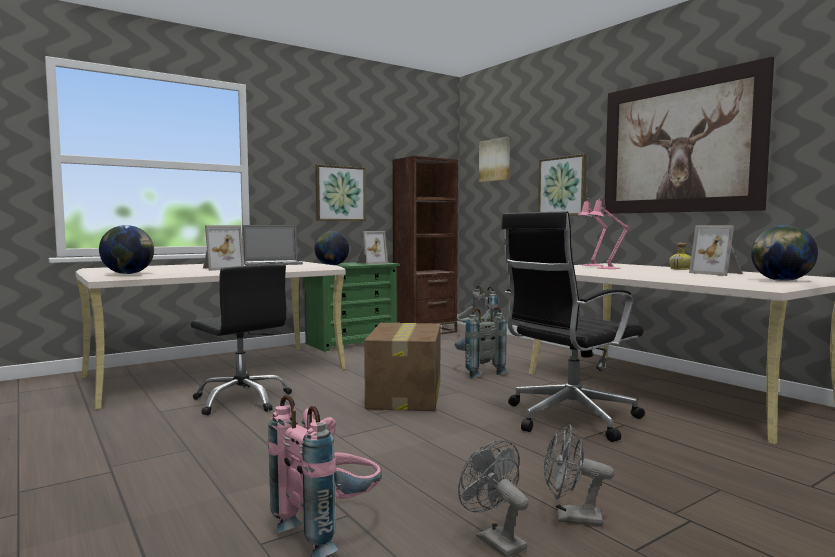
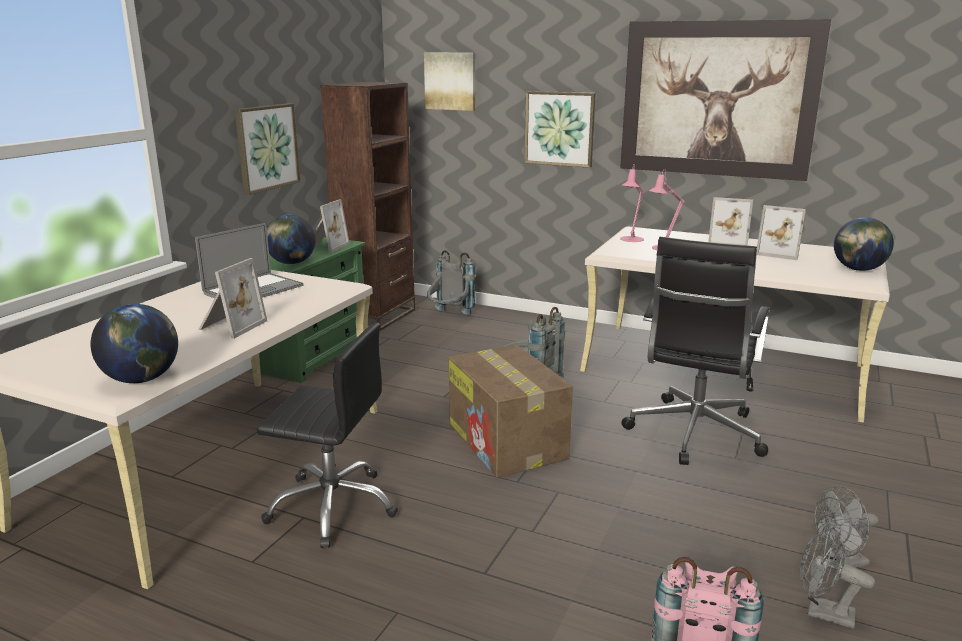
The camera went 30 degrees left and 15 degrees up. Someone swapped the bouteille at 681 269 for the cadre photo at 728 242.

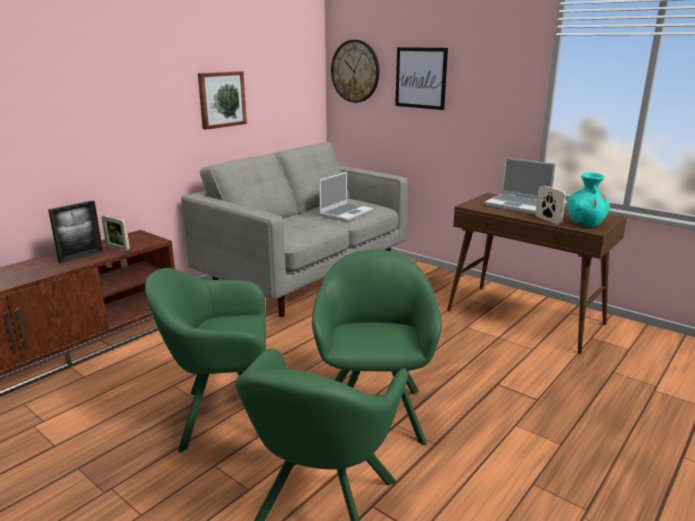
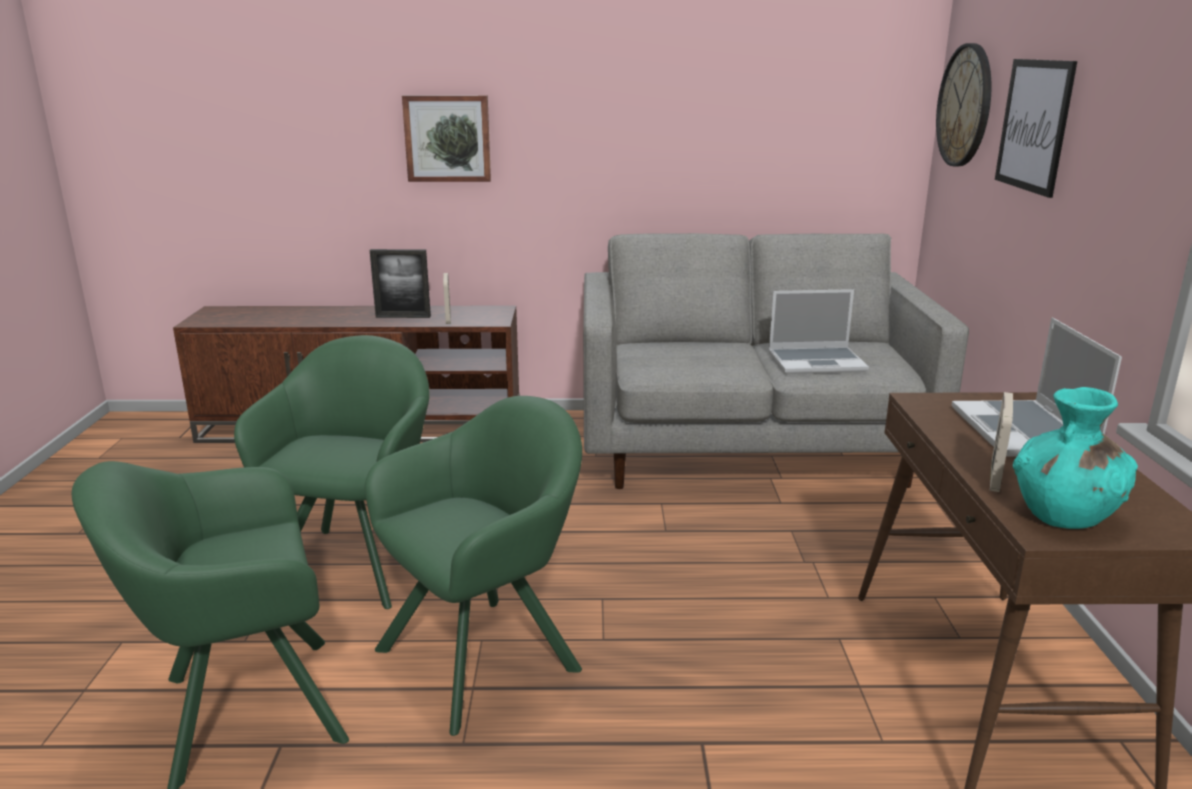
The camera went 50 degrees right and 0 degrees up. Someone carried the tableau from 221 99 to 448 138. Someone rotated the fauteuil [vert] at 222 416 by 60 degrees clockwise.

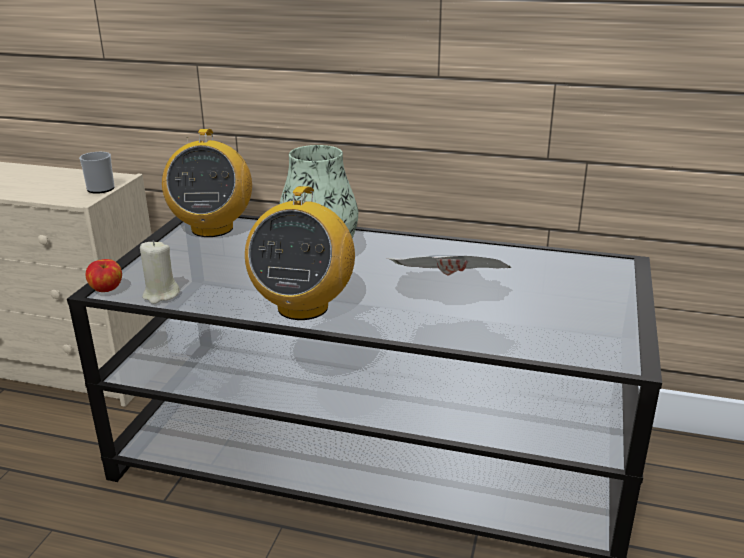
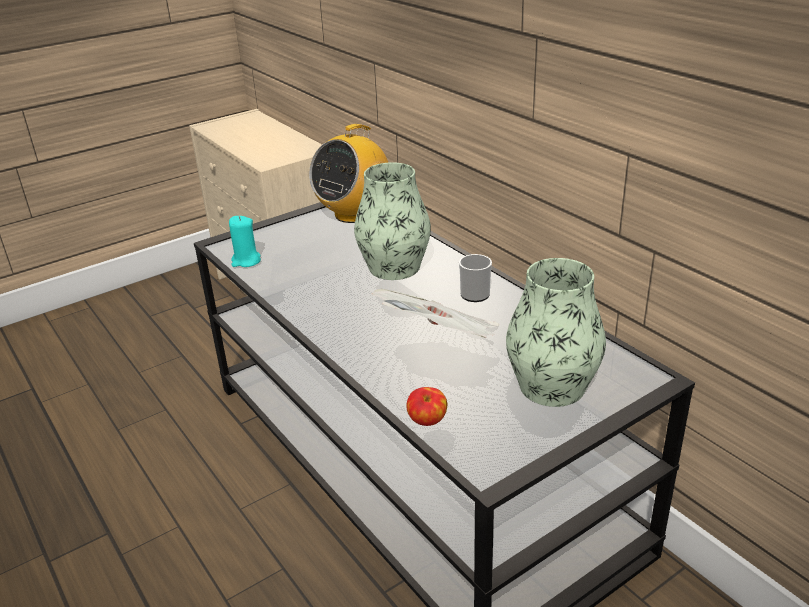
The camera went 40 degrees right and 5 degrees up. Someone carried the mug from 100 187 to 475 292. Someone took away the radio at 303 307. Someone repainted the bougie [beige] at 160 295, which became the bougie [turquoise] at 246 261. Someone carried the pomme from 107 290 to 427 421. Someone put down the vase at 551 386.

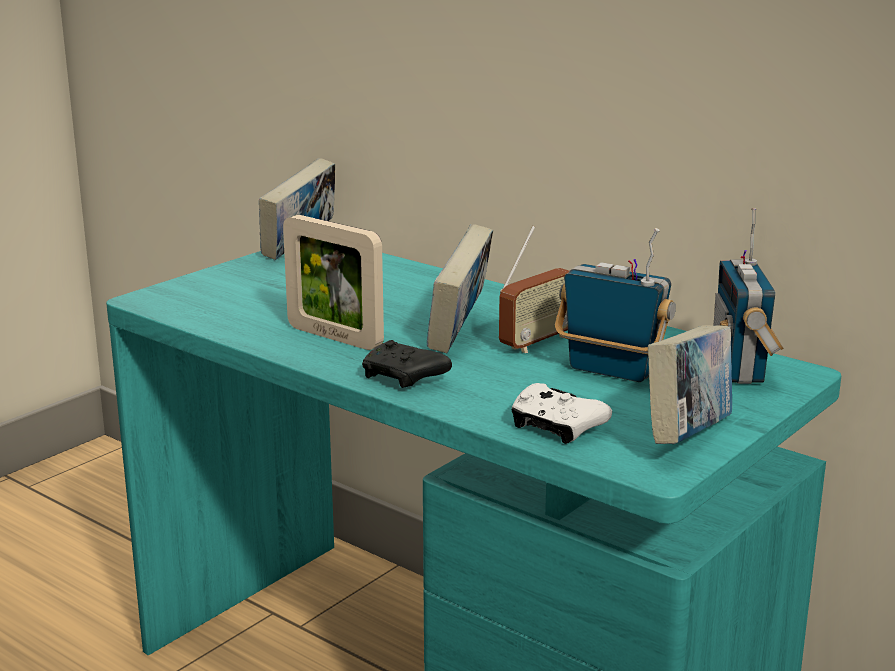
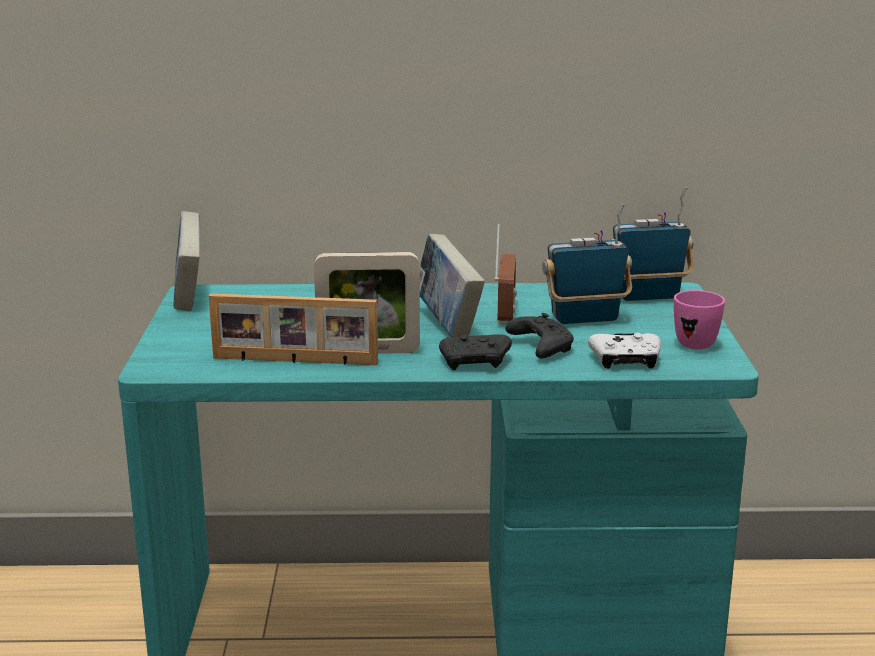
The camera went 40 degrees left and 0 degrees up. Someone rotated the radio at 740 369 by 120 degrees clockwise. Someone swapped the livre at 688 436 for the mug [rose] at 699 342. Someone put down the cadre photo at 294 361. Someone put down the manette [noir] at 540 347.

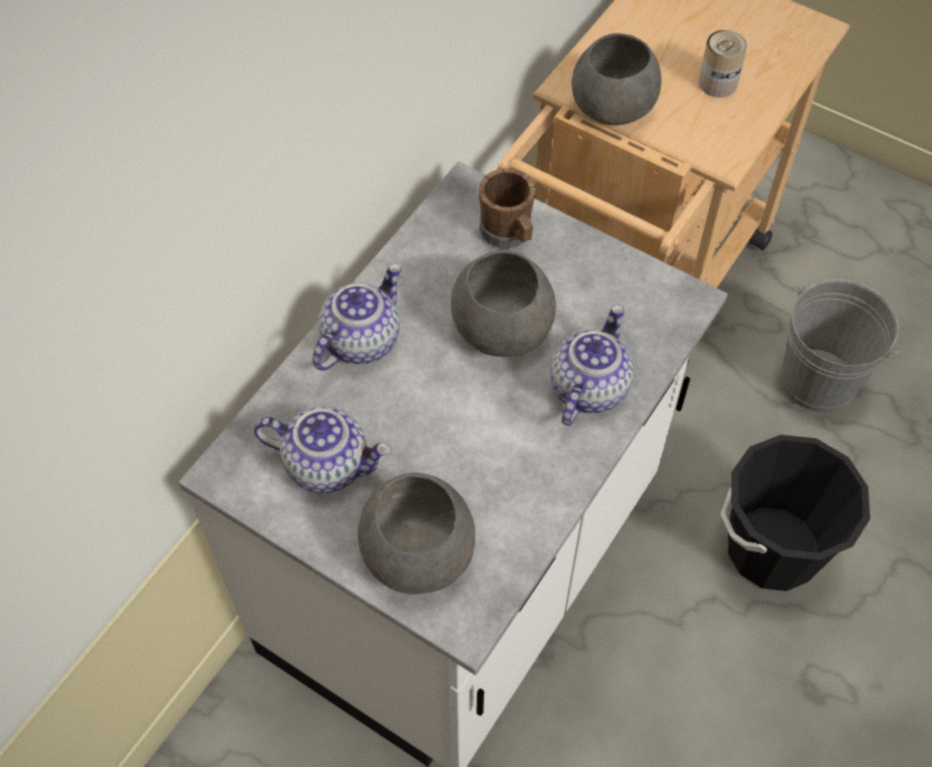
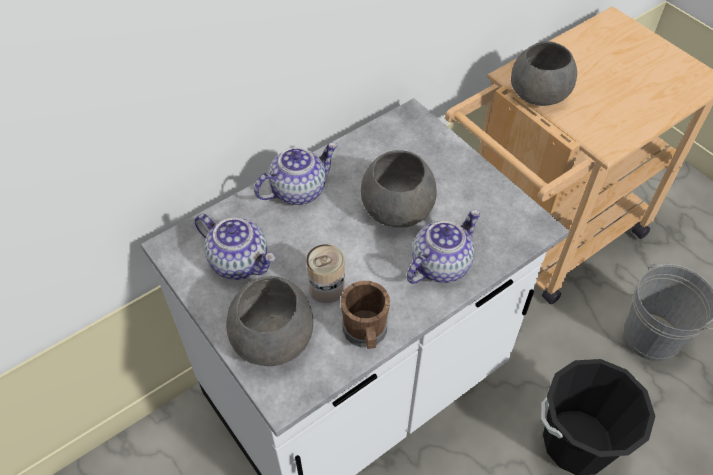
The camera went 20 degrees right and 5 degrees down. Someone carried the boîte métallique from 717 83 to 327 287. Someone carried the mug [marron] from 508 233 to 365 333.

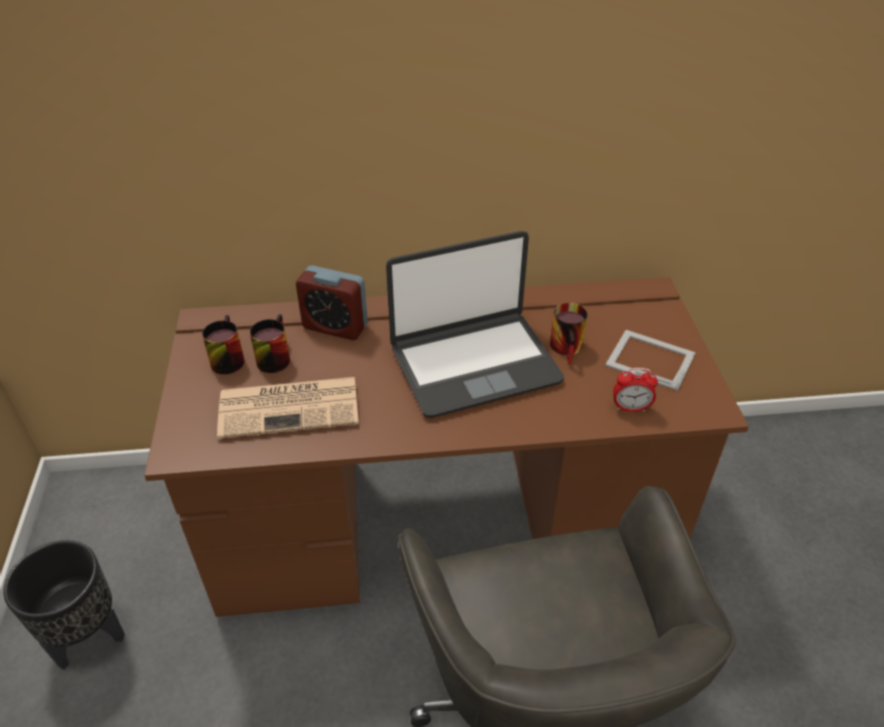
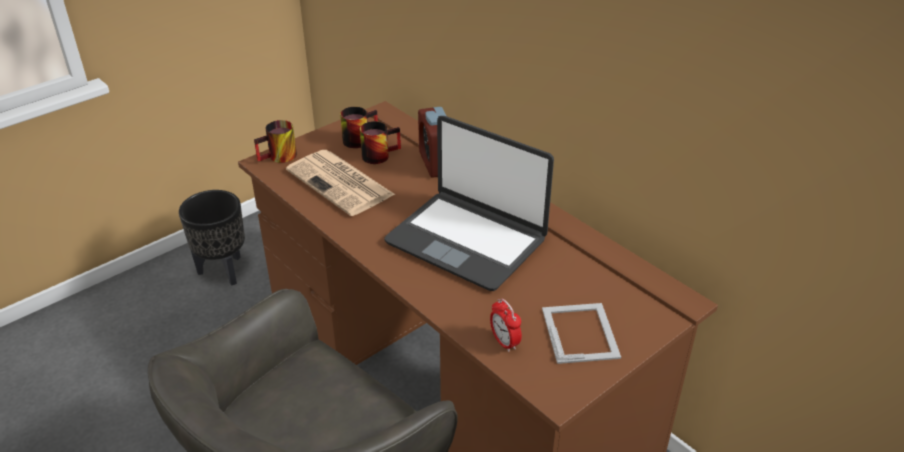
The camera went 55 degrees right and 5 degrees down. Someone carried the mug from 569 348 to 279 158.

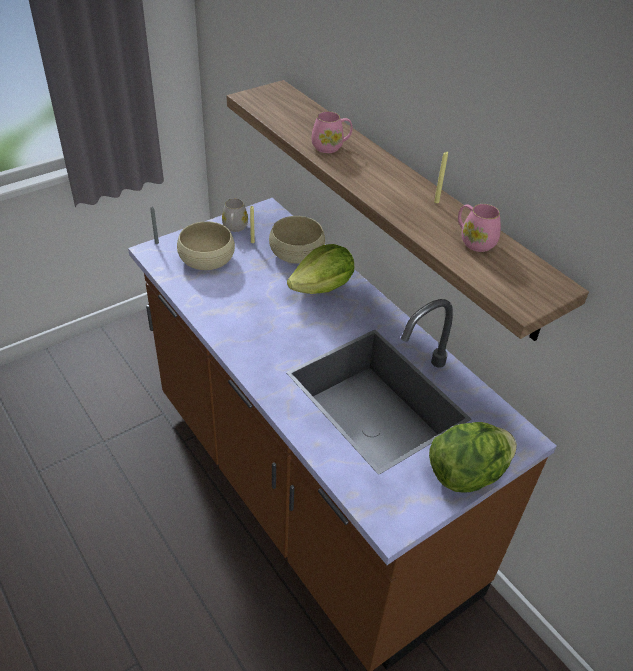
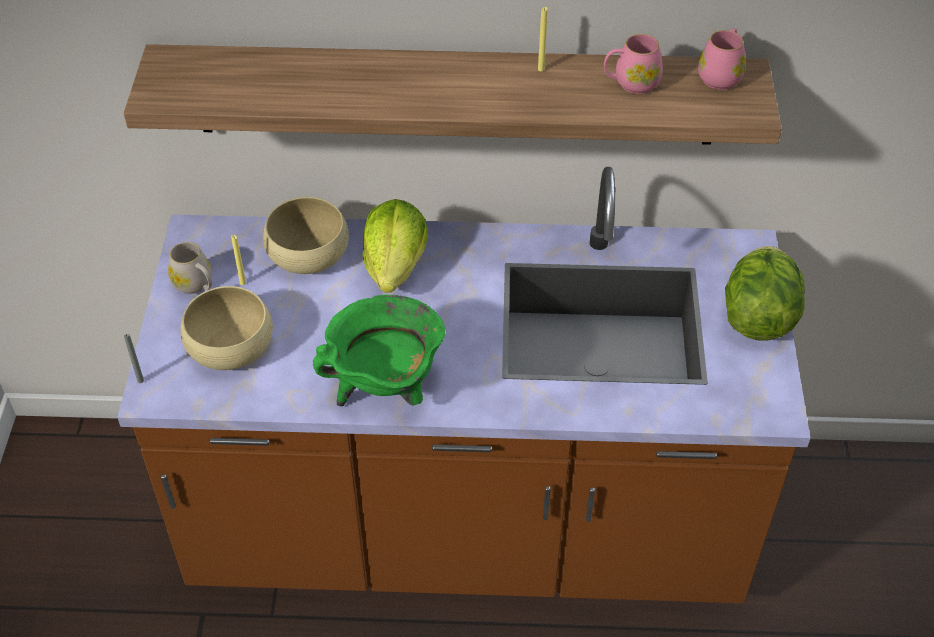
The camera went 50 degrees left and 5 degrees up. Someone carried the mug [rose] from 331 146 to 721 75. Someone put down the marmite [vert] at 386 389.

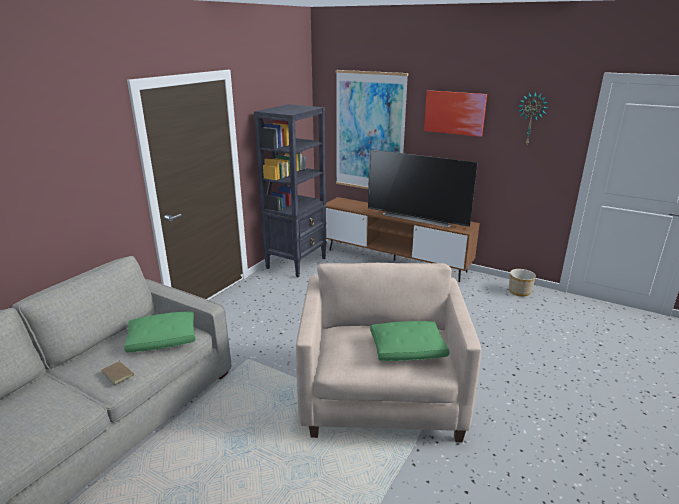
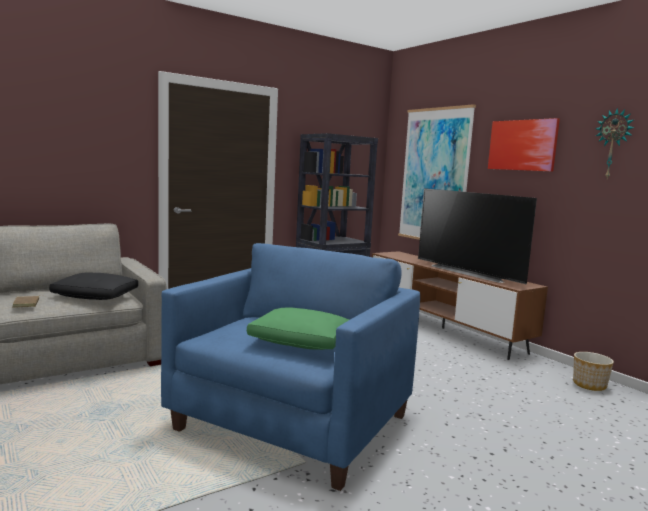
The camera went 25 degrees right and 15 degrees down. Someone repainted the fauteuil [beige] at 381 396, which became the fauteuil [bleu] at 291 422. Someone repainted the coussin [vert] at 163 339, which became the coussin [noir] at 96 297.

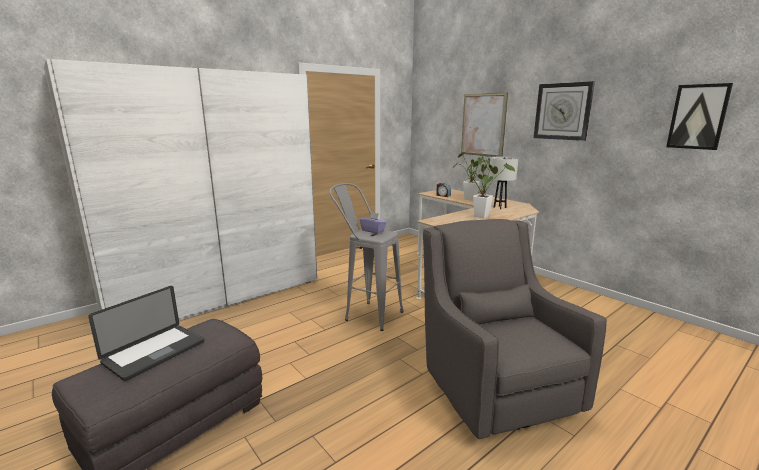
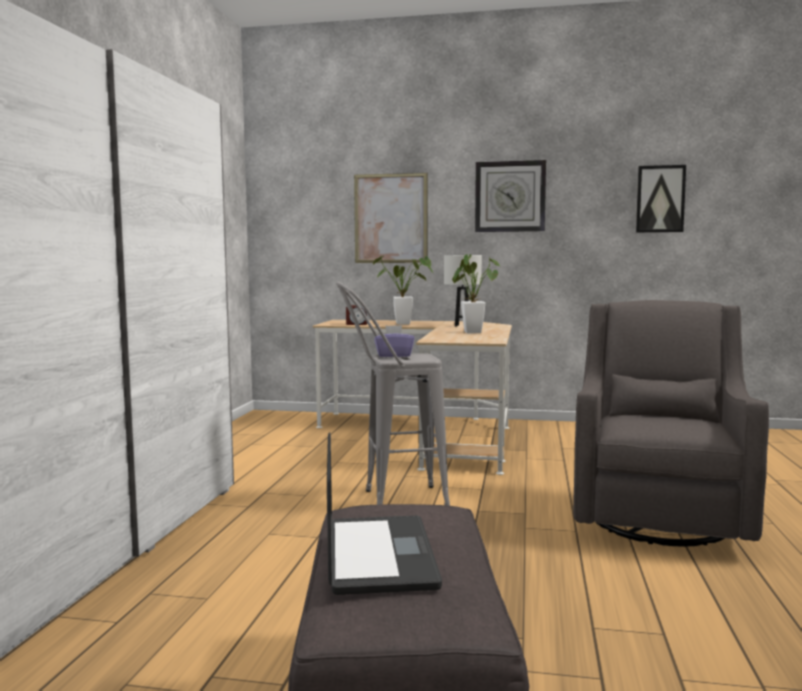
The camera went 40 degrees left and 10 degrees down. Someone rotated the fauteuil [gris] at 492 389 by 75 degrees clockwise.

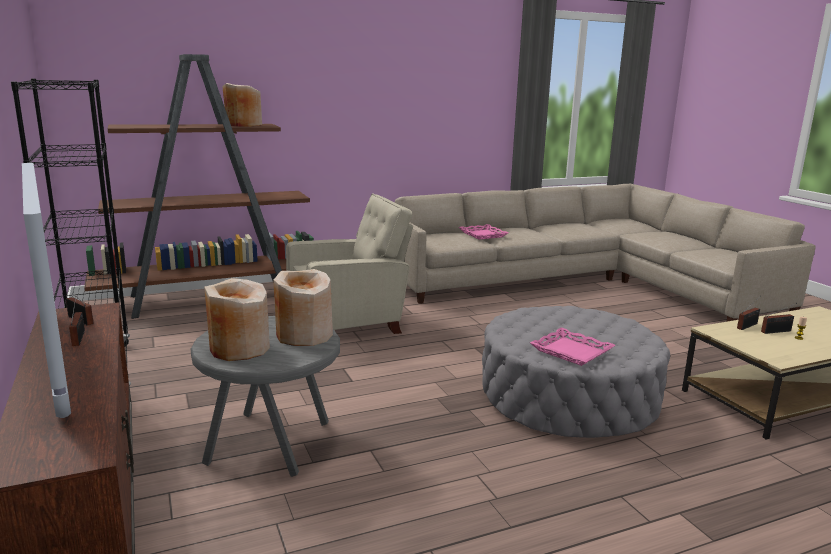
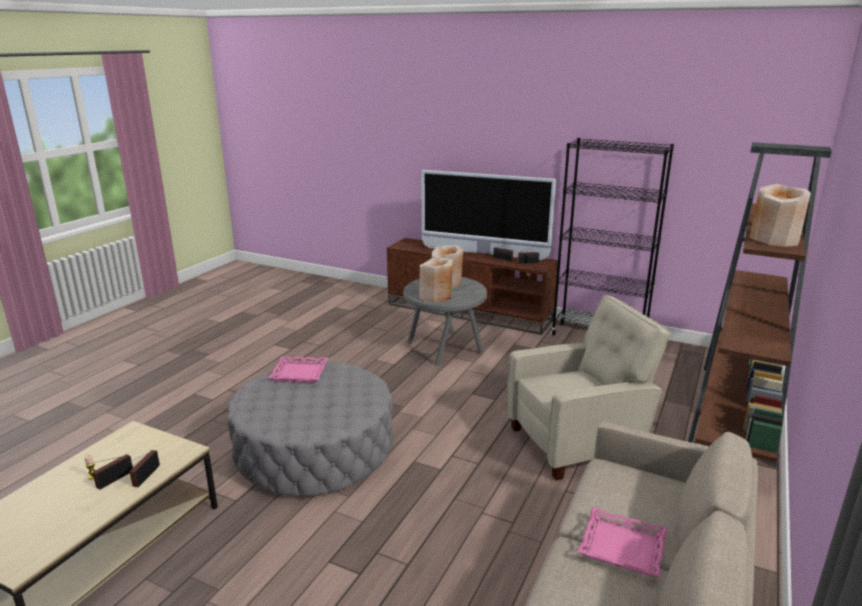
The camera went 140 degrees right and 5 degrees up. Someone rotated the fauteuil [beige] at 350 324 by 135 degrees counterclockwise.

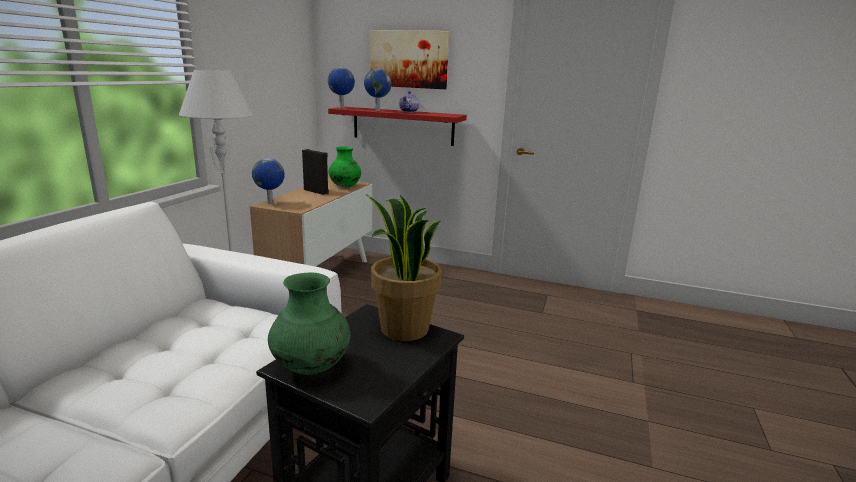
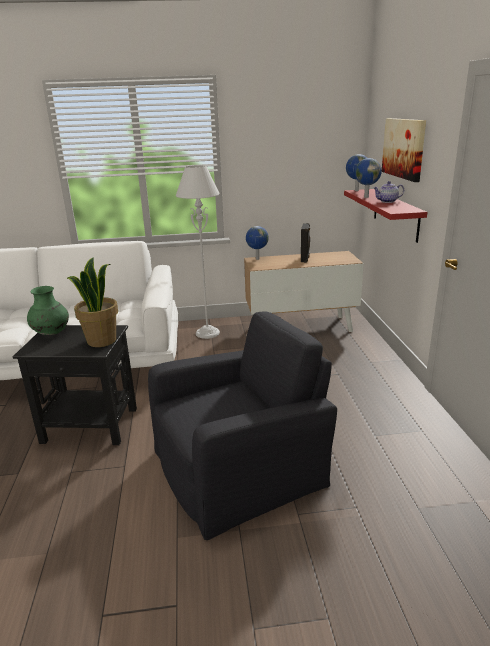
The camera went 65 degrees right and 5 degrees up. Someone took away the vase [vert] at 345 186. Someone put down the fauteuil [noir] at 240 466.

